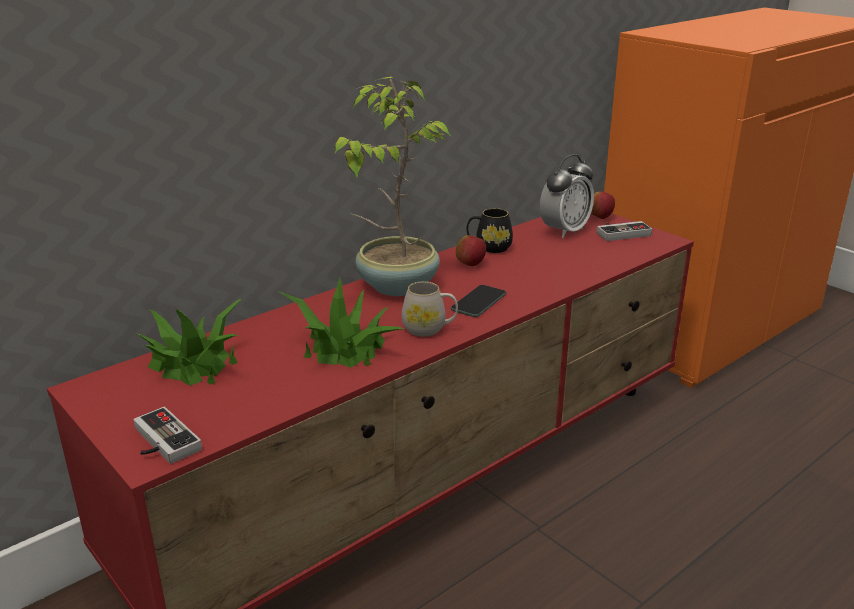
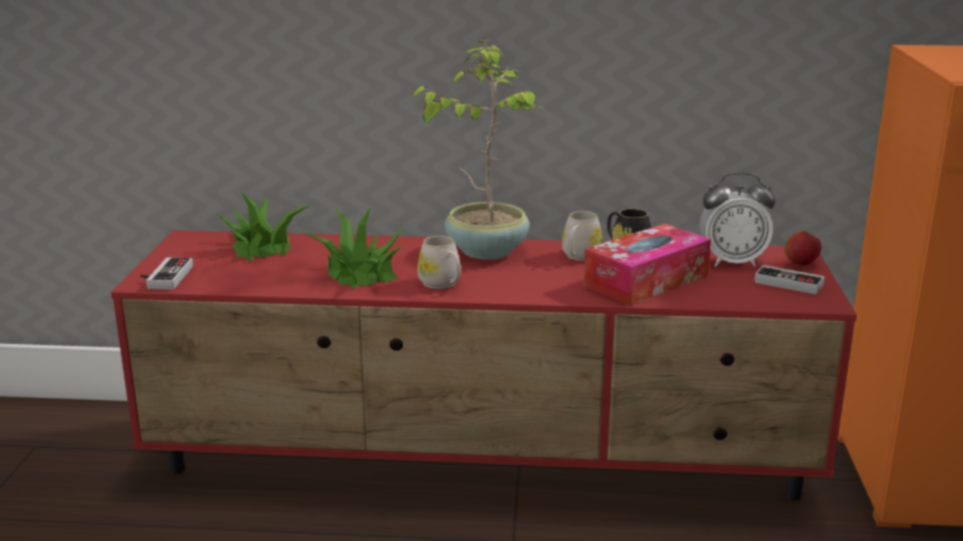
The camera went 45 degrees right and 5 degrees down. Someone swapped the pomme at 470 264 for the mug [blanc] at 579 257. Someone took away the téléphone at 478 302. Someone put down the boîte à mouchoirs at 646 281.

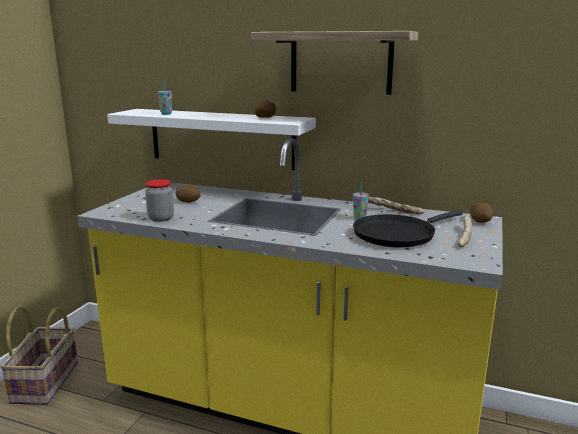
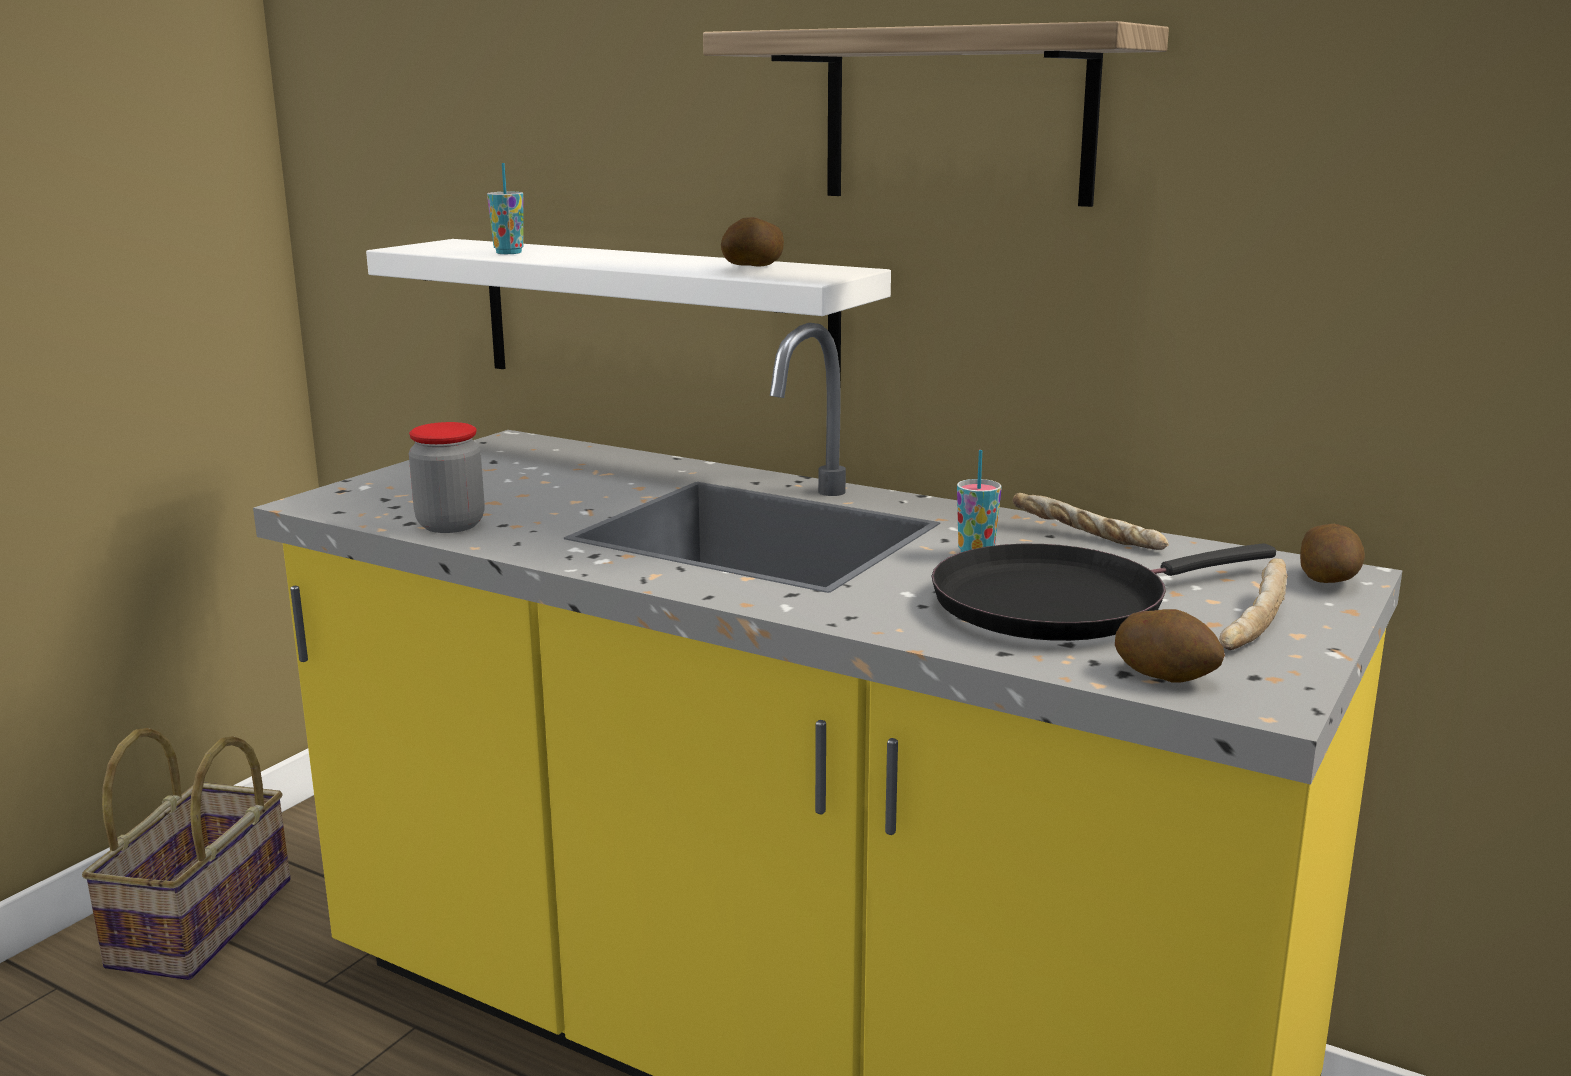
The camera went 10 degrees right and 0 degrees up. Someone carried the pomme de terre from 188 201 to 1166 675.

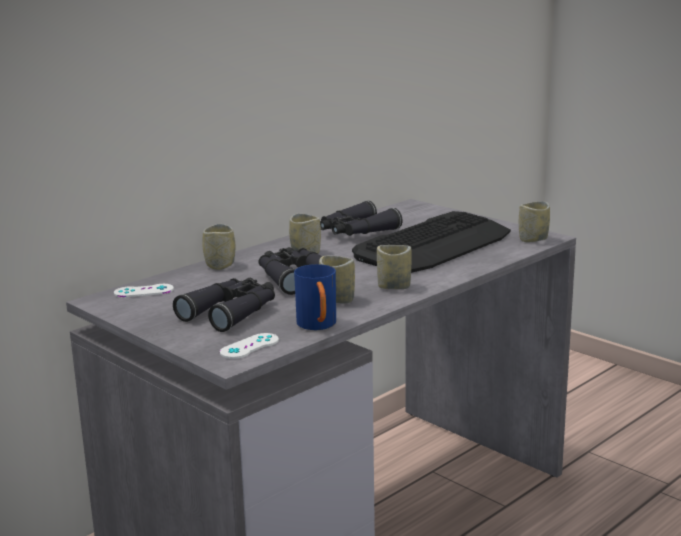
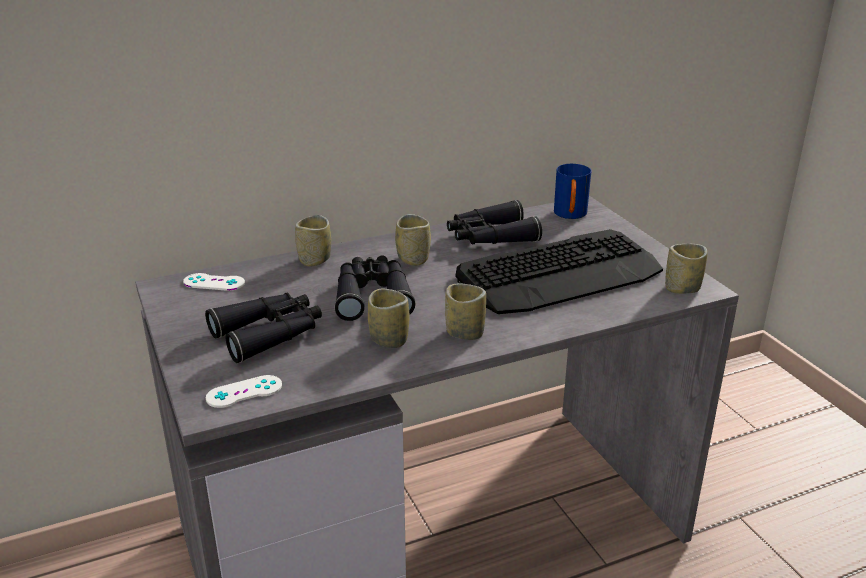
The camera went 20 degrees right and 10 degrees up. Someone carried the mug [bleu] from 318 326 to 570 216.

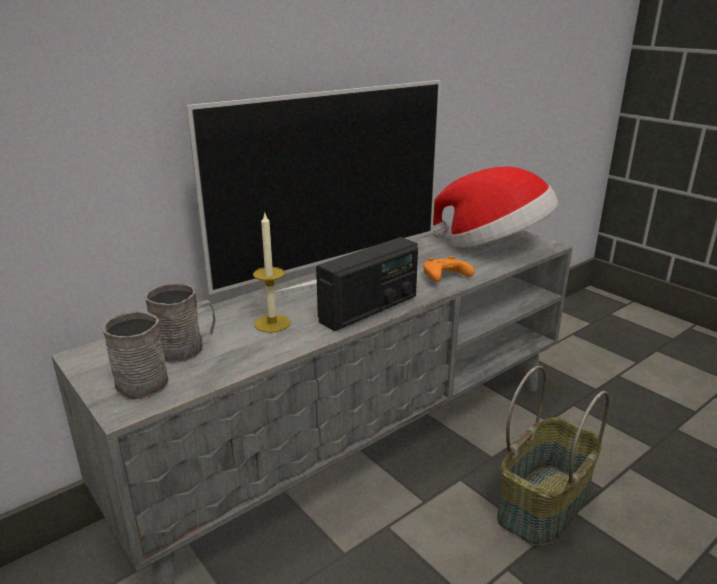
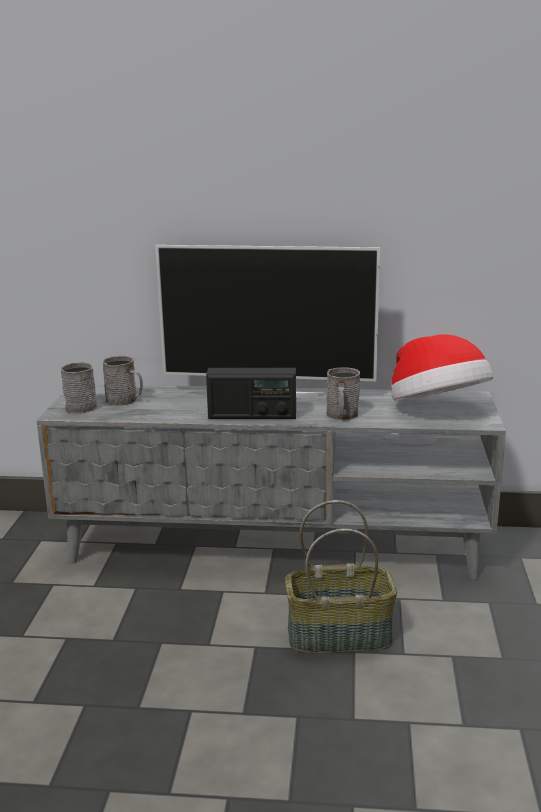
The camera went 45 degrees right and 5 degrees down. Someone took away the bougie at 272 323. Someone swapped the manette [orange] at 444 278 for the mug [gris] at 342 416.

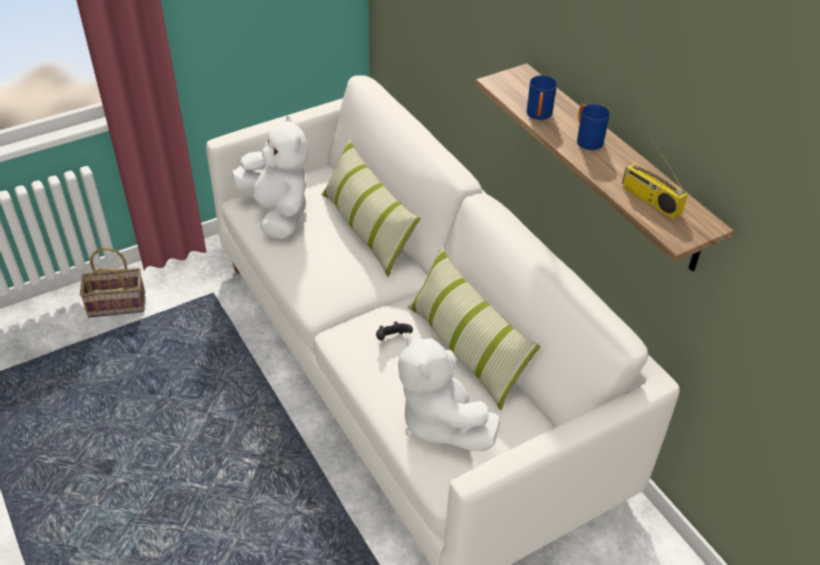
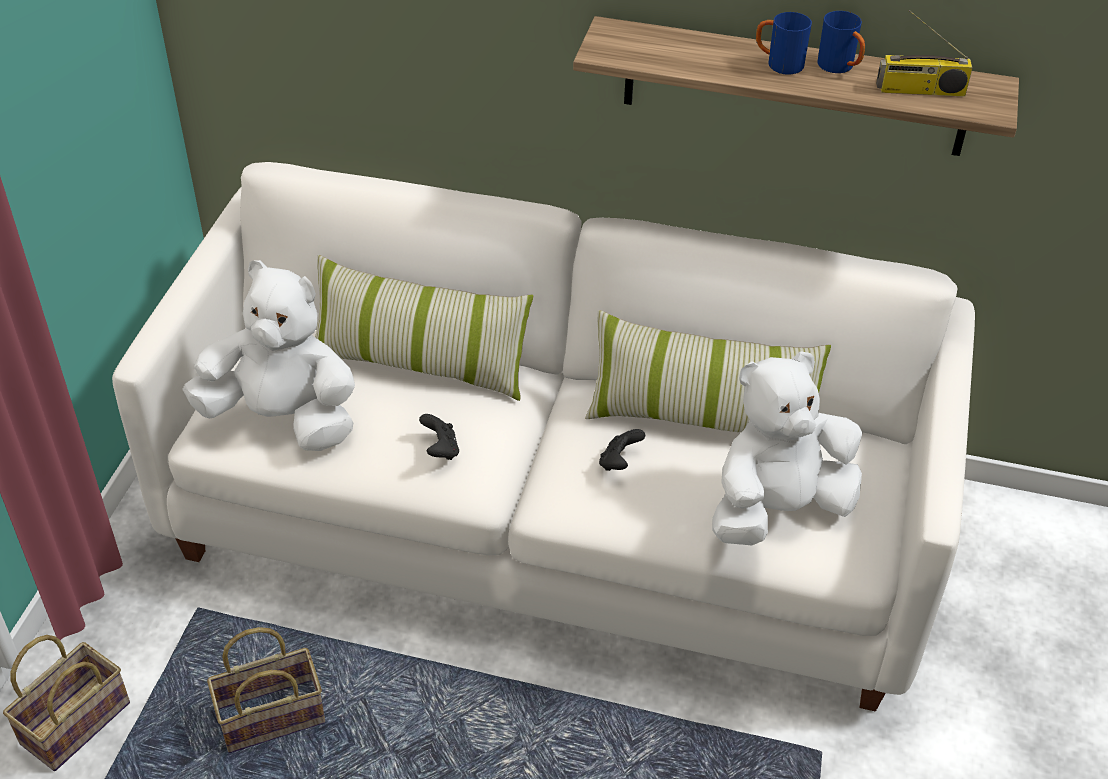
The camera went 45 degrees left and 0 degrees up. Someone carried the mug [bleu] from 538 116 to 840 68. Someone rotated the peluche [blanc] at 439 421 by 135 degrees clockwise. Someone put down the manette [noir] at 440 450. Someone put down the panier at 273 715.

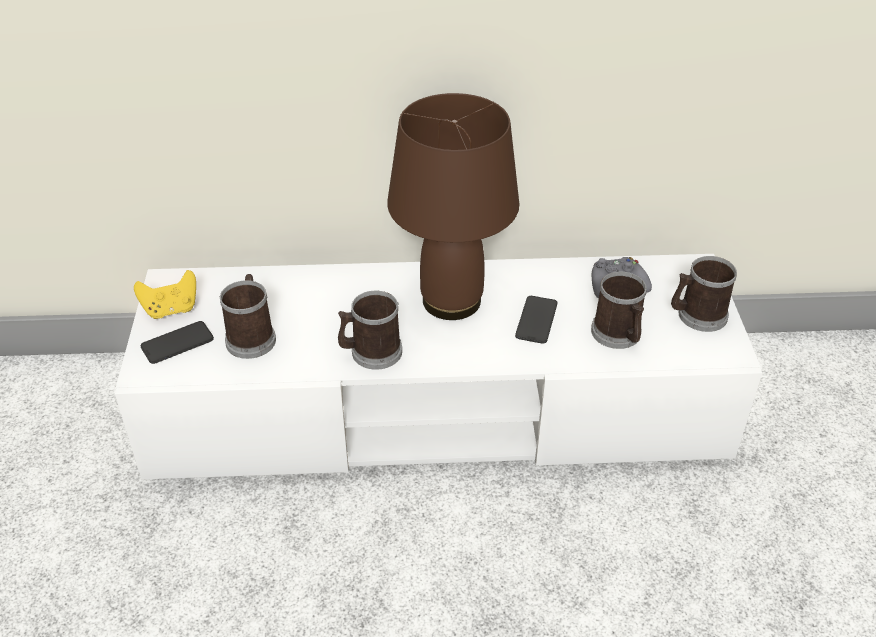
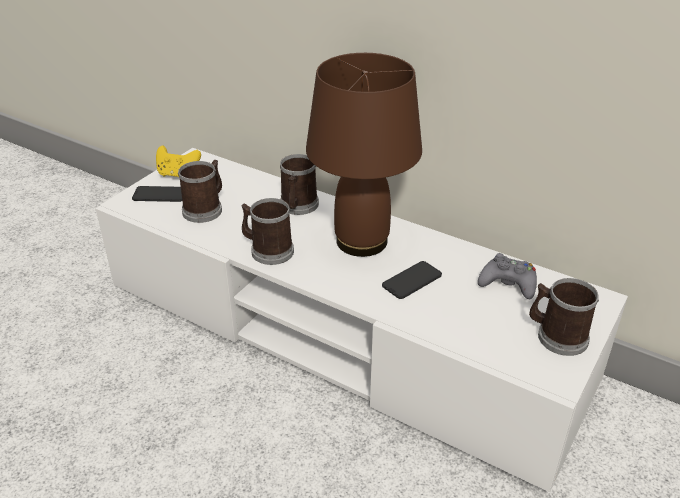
The camera went 35 degrees right and 5 degrees down. Someone carried the mug from 619 335 to 298 206.

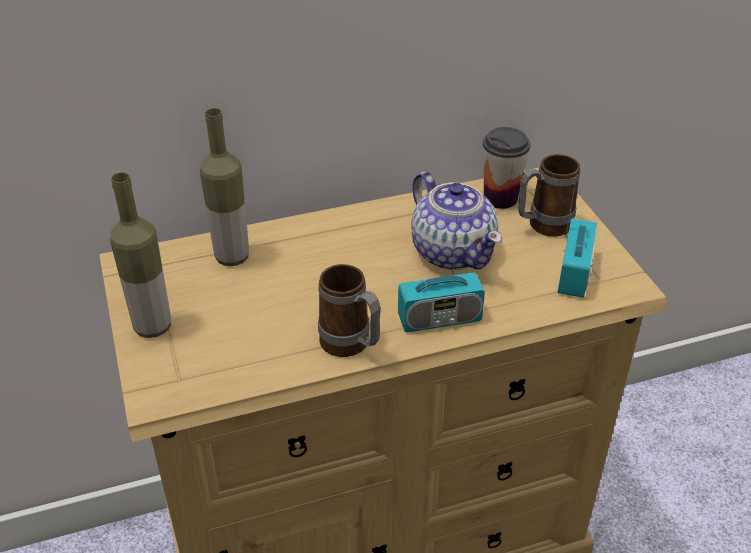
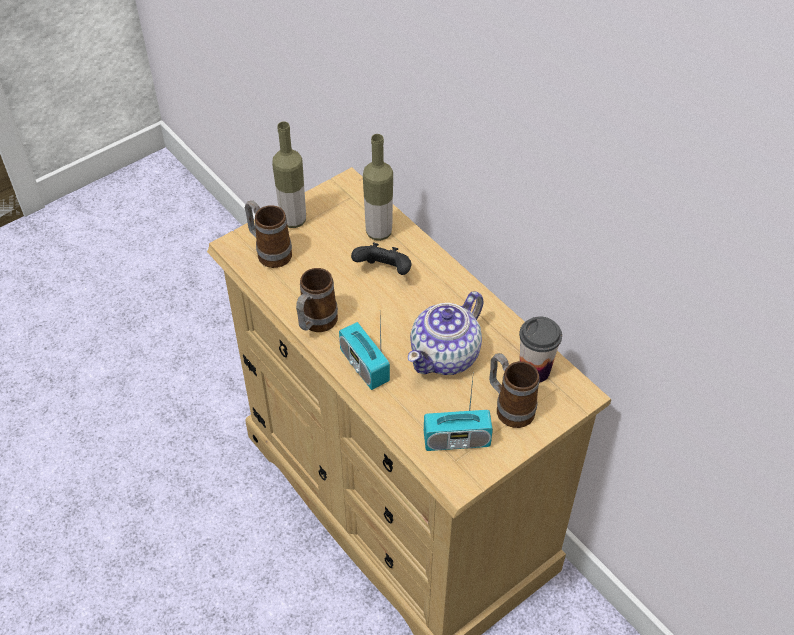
The camera went 70 degrees right and 10 degrees up. Someone put down the mug at 269 252. Someone put down the manette [noir] at 384 271.

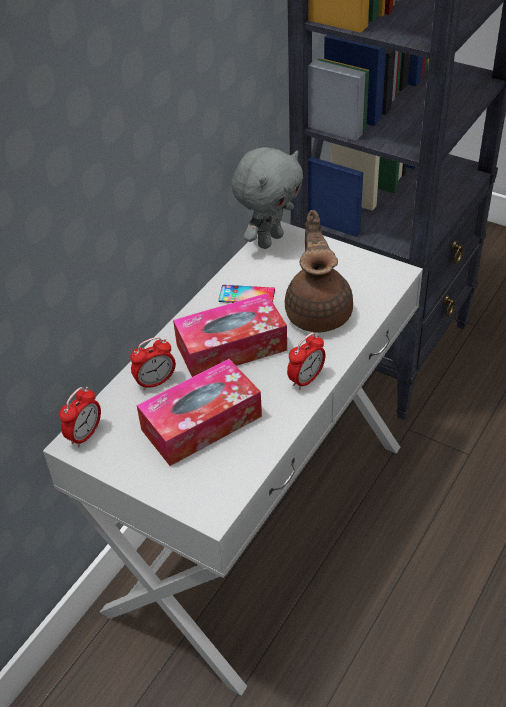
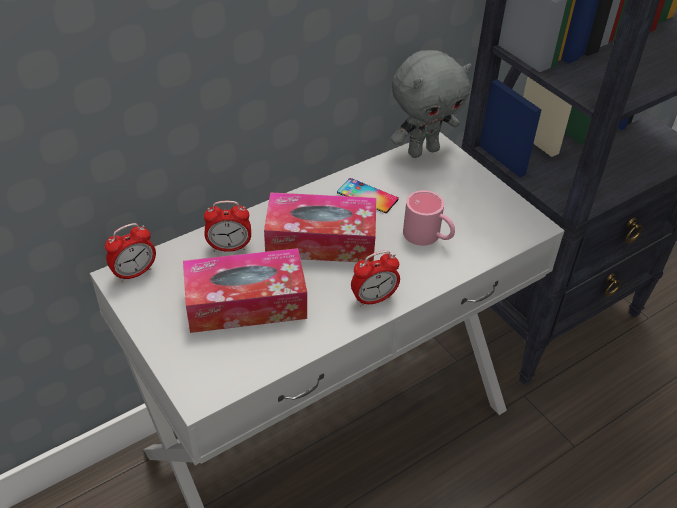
The camera went 20 degrees right and 0 degrees up. Someone swapped the théière [marron] at 319 312 for the mug [rose] at 428 236.

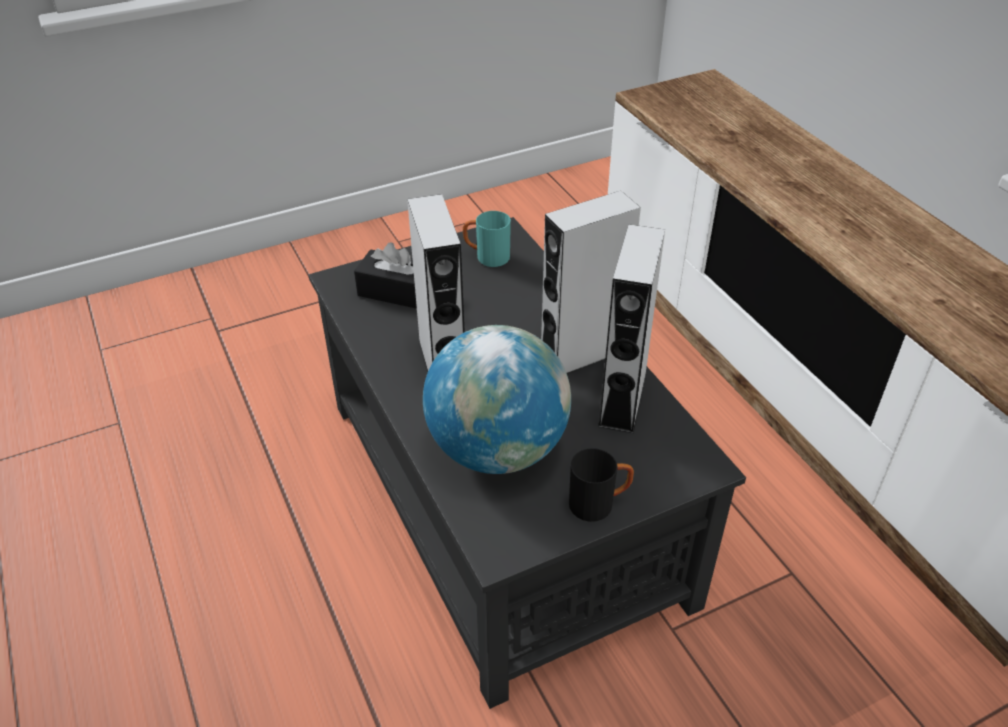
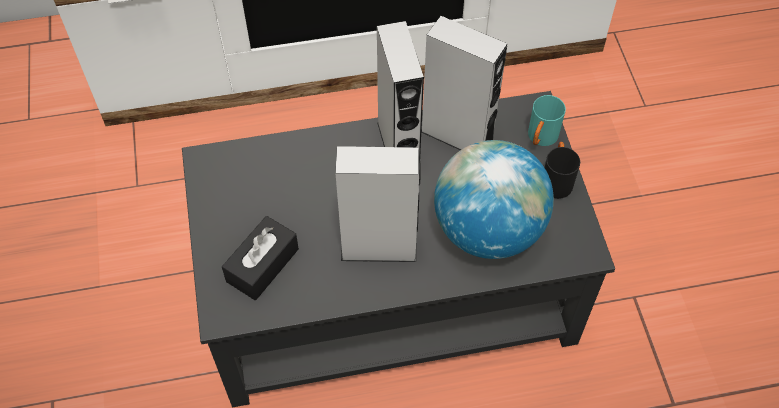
The camera went 75 degrees left and 15 degrees up. Someone carried the mug [turquoise] from 486 257 to 540 139.

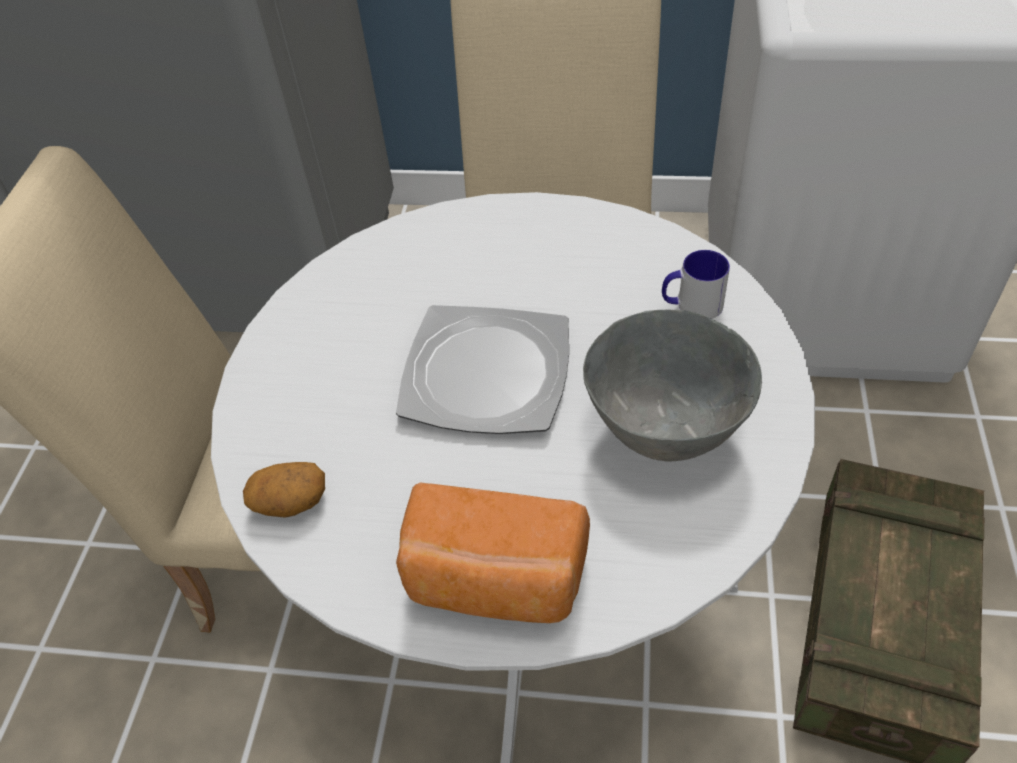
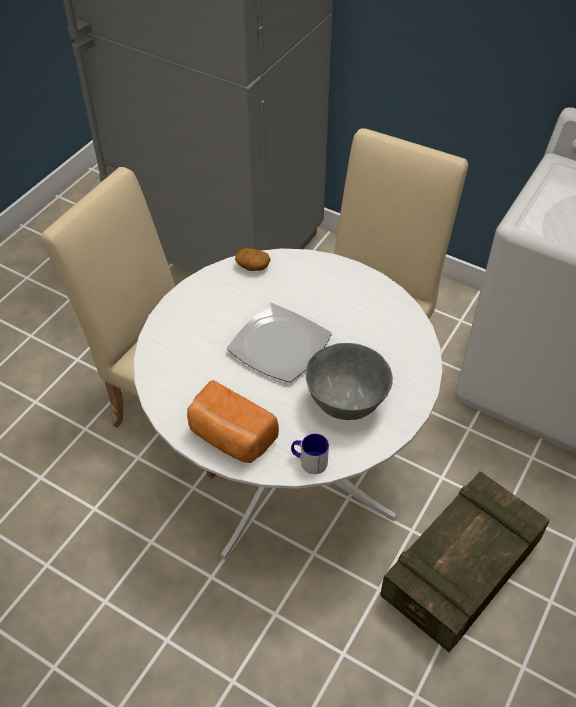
The camera went 20 degrees right and 0 degrees up. Someone carried the mug from 691 305 to 309 461. Someone carried the pomme de terre from 290 501 to 252 266.

